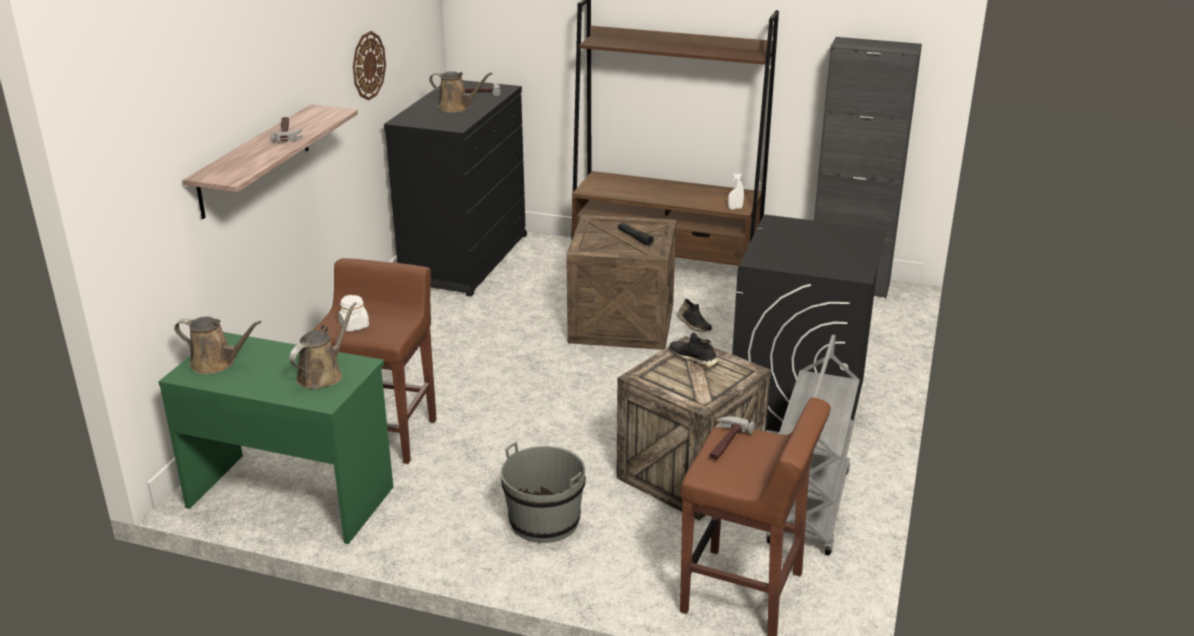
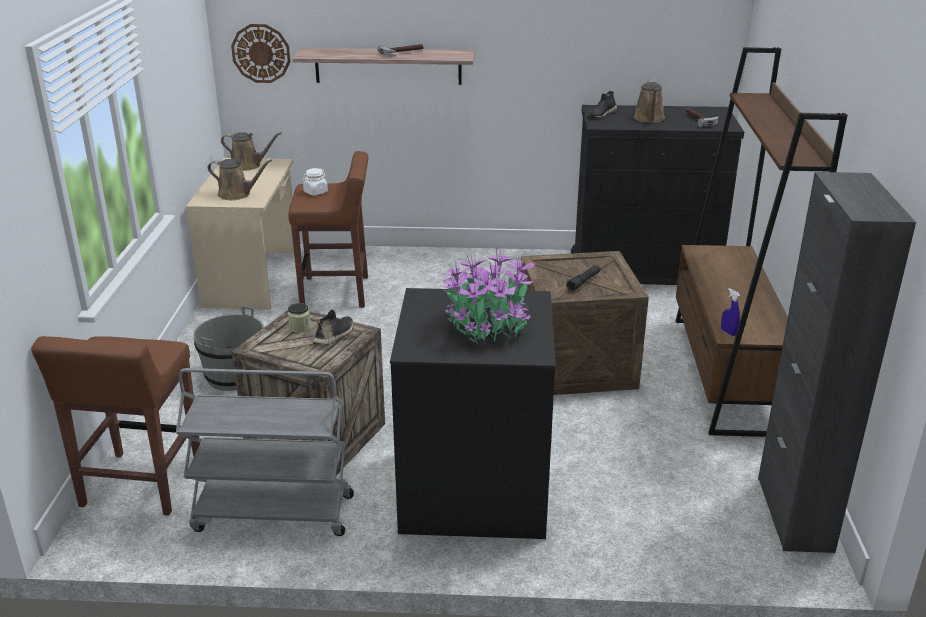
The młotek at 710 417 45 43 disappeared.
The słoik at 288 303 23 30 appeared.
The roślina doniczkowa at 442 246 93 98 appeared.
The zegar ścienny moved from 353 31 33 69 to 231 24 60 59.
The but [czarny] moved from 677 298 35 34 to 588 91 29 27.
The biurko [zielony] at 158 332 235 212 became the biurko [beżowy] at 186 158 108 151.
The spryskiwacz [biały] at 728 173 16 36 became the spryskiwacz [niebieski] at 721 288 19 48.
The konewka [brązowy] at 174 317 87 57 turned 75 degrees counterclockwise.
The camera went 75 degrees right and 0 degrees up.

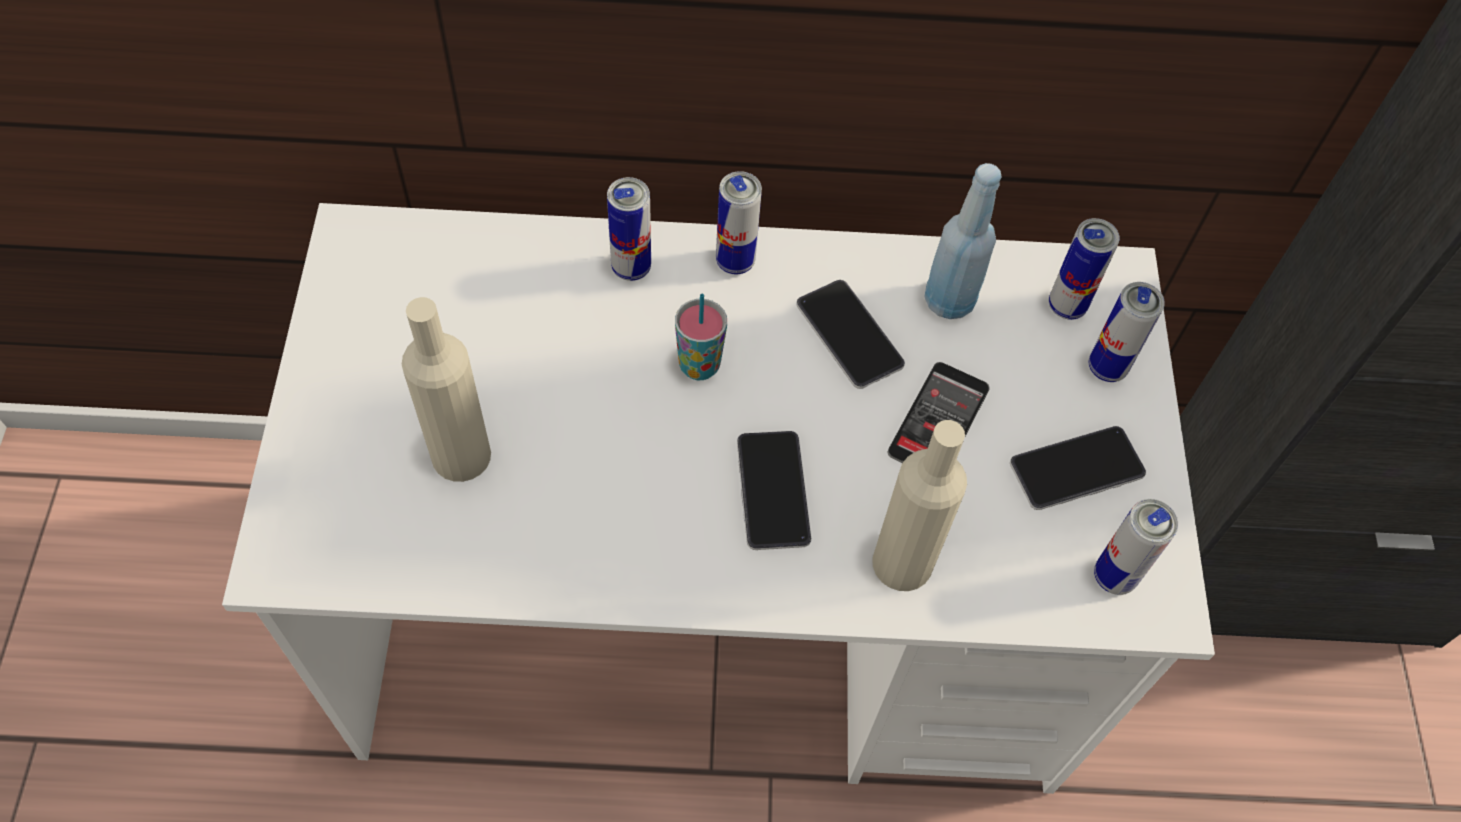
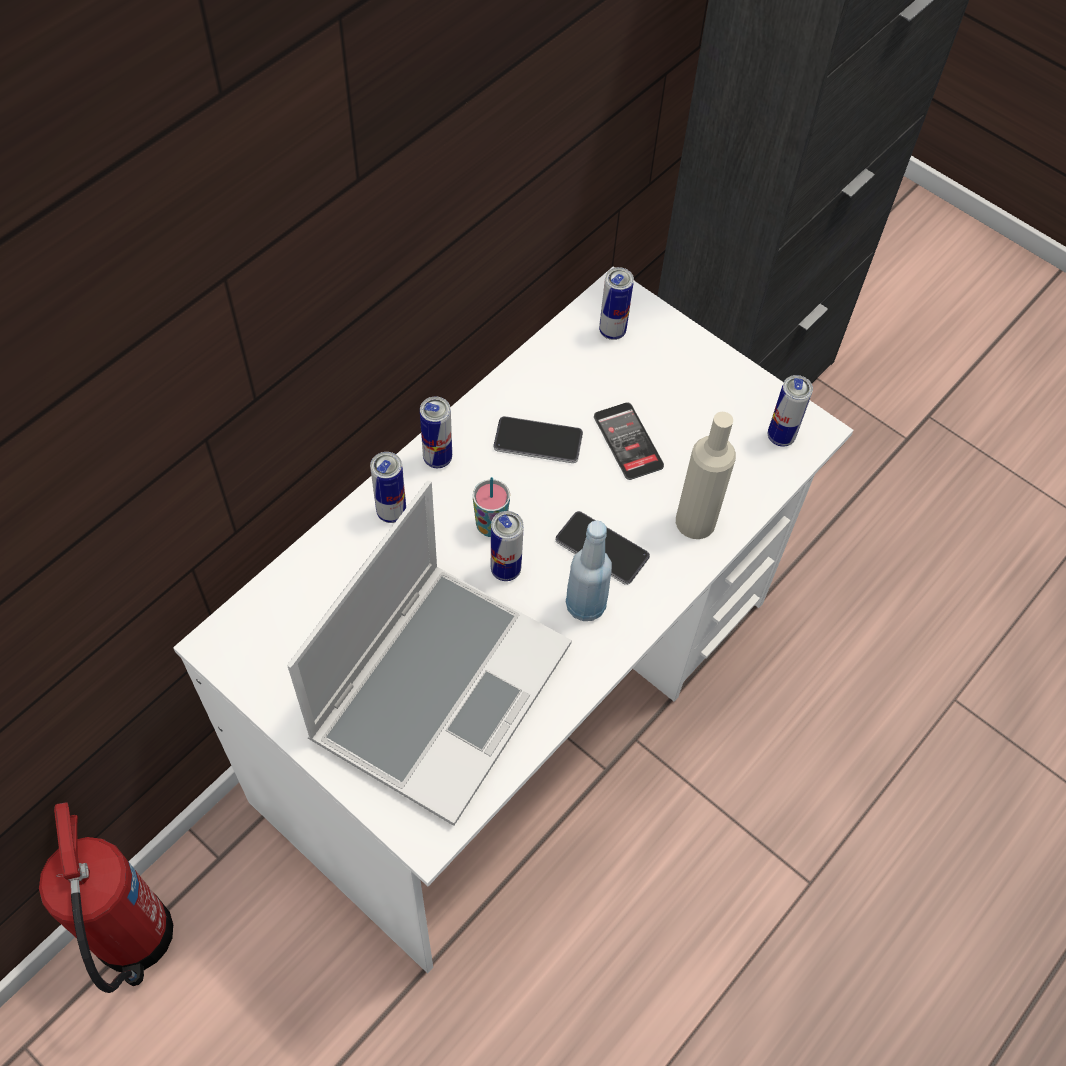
The telefon at 1010 426 136 84 disappeared.
The gaśnica at 39 802 134 191 appeared.
The butelka [niebieski] moved from 924 163 77 156 to 566 520 46 101.
The puszka moved from 1089 282 76 100 to 491 511 33 70.
The butelka [beżowy] at 402 297 89 185 was replaced by the laptop at 287 481 285 345.
The camera went 50 degrees left and 0 degrees up.

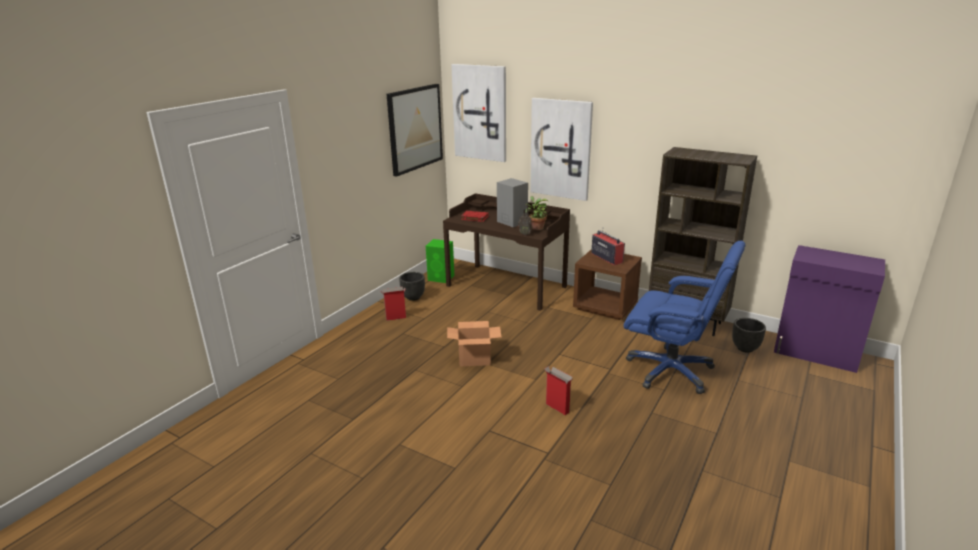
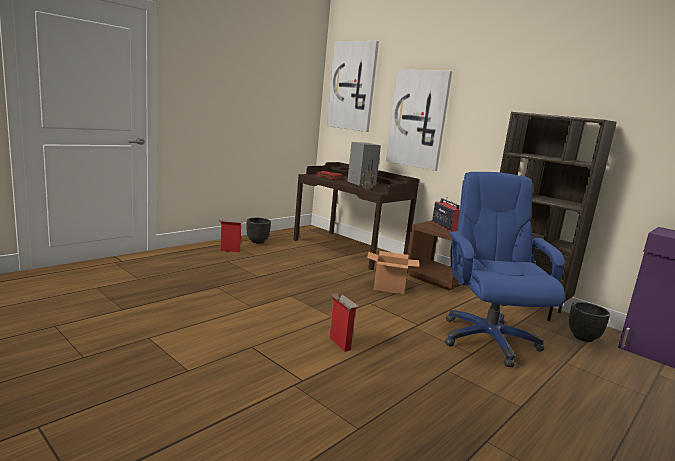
The obraz at 387 84 56 93 disappeared.
The głośnik [zielony] at 426 239 28 44 disappeared.
The roślina doniczkowa at 526 196 22 34 disappeared.
The karton moved from 447 321 54 46 to 367 251 52 43.
The krzesło biurowe [niebieski] at 624 241 121 153 turned 135 degrees counterclockwise.
The camera went 10 degrees right and 10 degrees down.

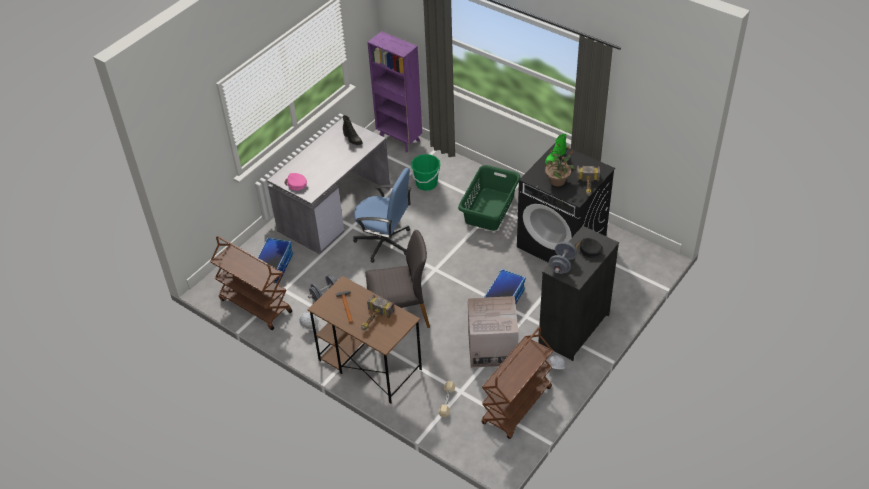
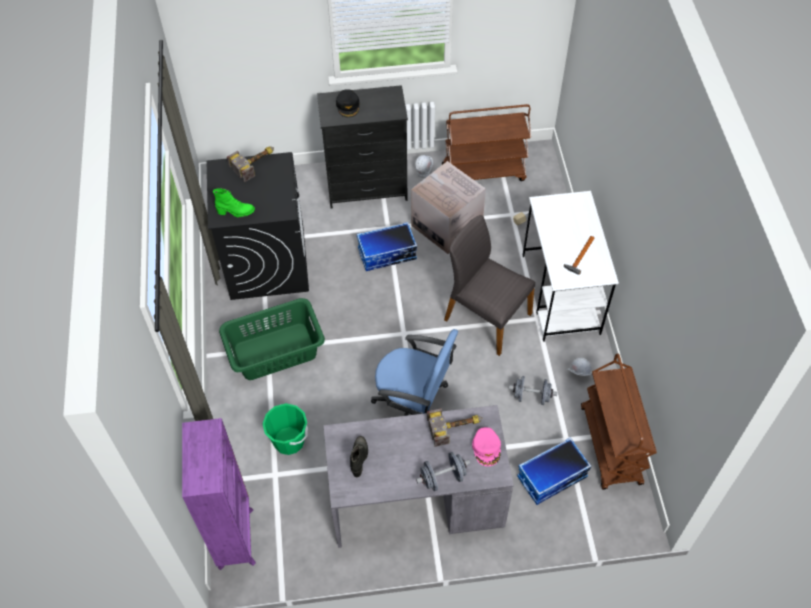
The roślina doniczkowa at 545 143 30 43 disappeared.
The młotek moved from 361 294 34 36 to 427 408 55 39.
The hantel [szary] moved from 549 241 28 33 to 416 452 55 39.
The biurko [brązowy] at 307 276 115 127 became the biurko [biały] at 523 191 96 151.
The krzesło biurowe [niebieski] at 353 168 58 95 turned 135 degrees clockwise.
The camera went 135 degrees left and 10 degrees up.

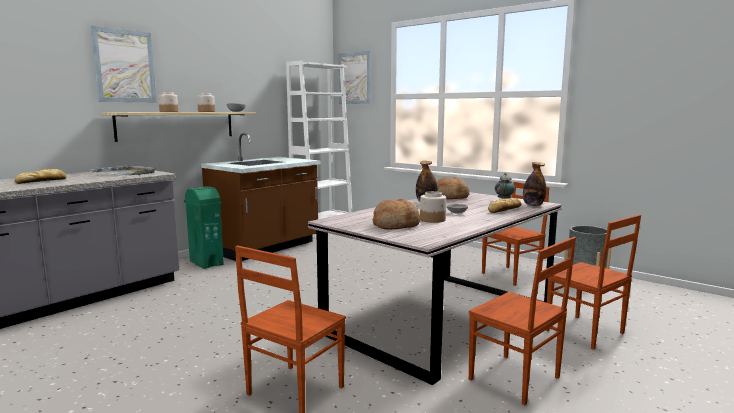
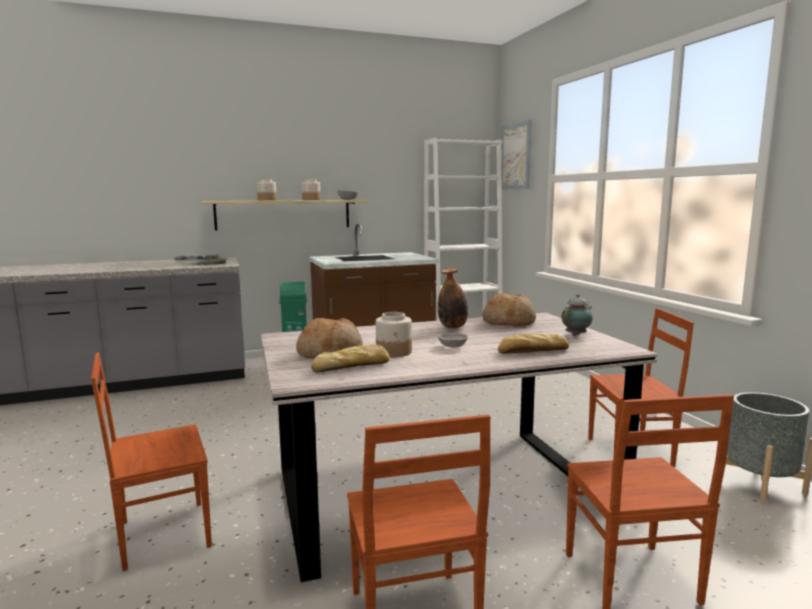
The obraz at 90 26 67 76 disappeared.
The butelka at 523 162 23 44 disappeared.
The chleb moved from 15 169 52 15 to 311 344 79 29.
The camera went 30 degrees right and 0 degrees up.

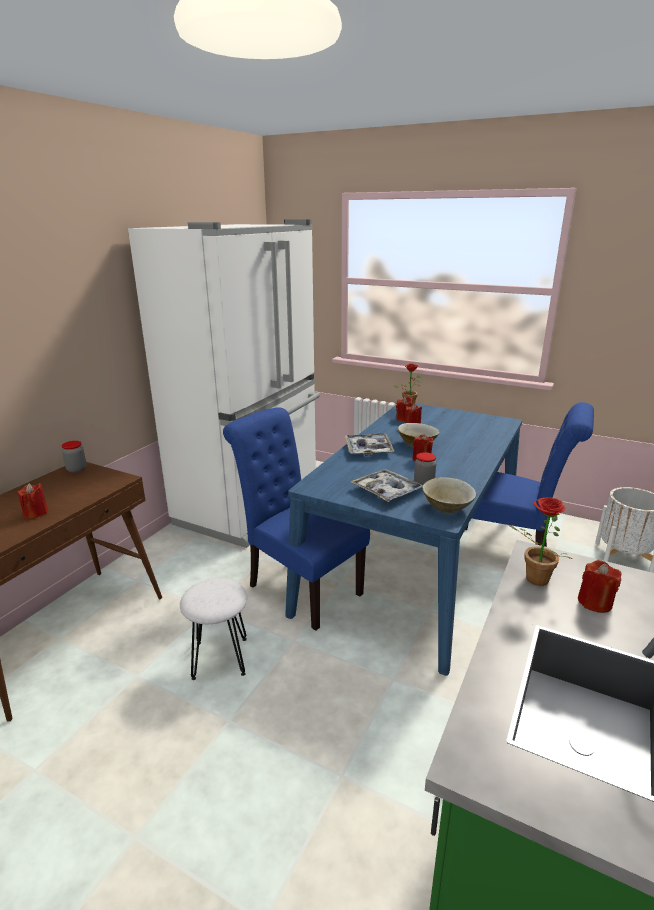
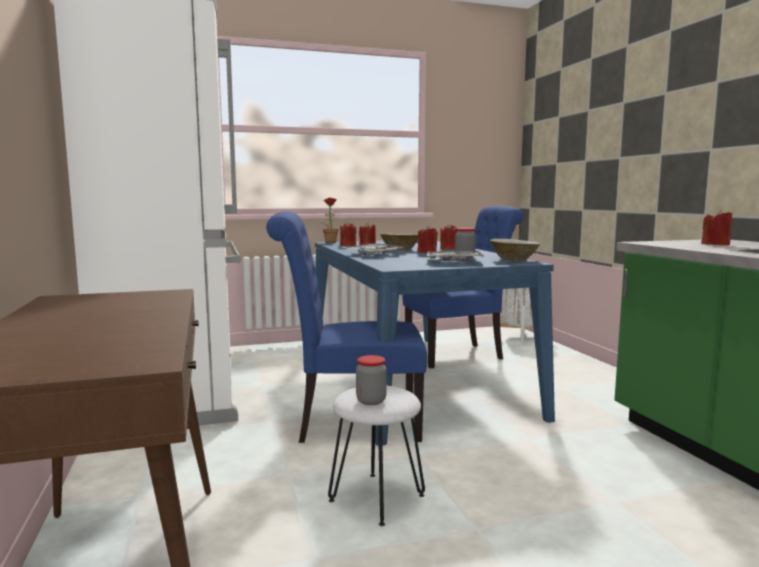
The roślina doniczkowa at 508 498 64 88 disappeared.
The świeca [czerwony] moved from 18 483 30 36 to 440 224 18 25.
The słoik moved from 62 441 25 32 to 356 355 31 50.
The camera went 45 degrees left and 15 degrees down.

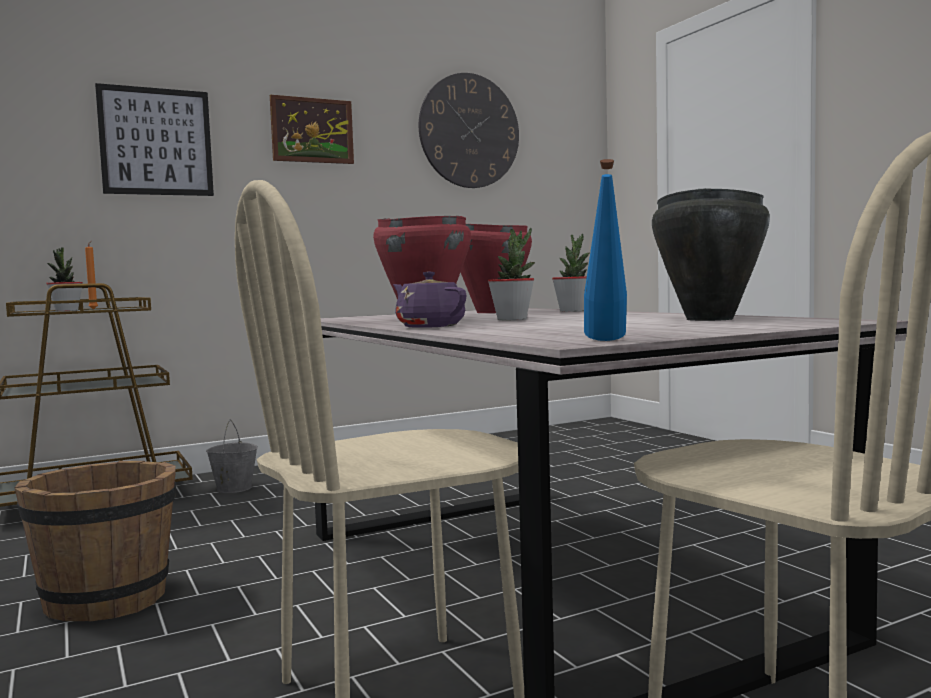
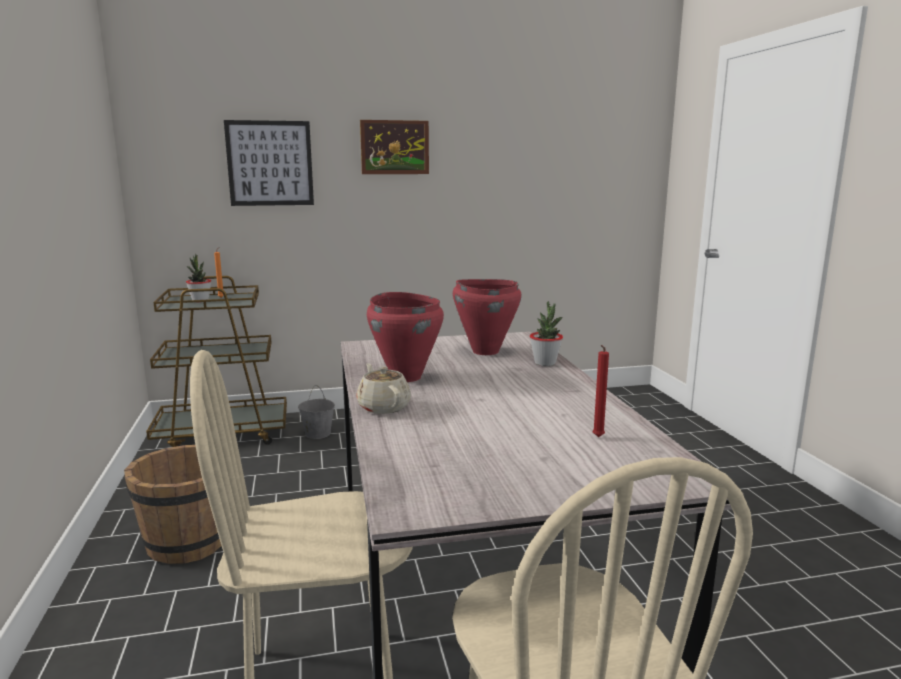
The zegar ścienny at 418 73 101 115 disappeared.
The roślina doniczkowa at 488 228 47 92 disappeared.
The butelka [niebieski] at 584 159 43 182 disappeared.
The garnek [czarny] at 652 188 118 133 was replaced by the świeca [czerwony] at 593 345 16 92.
The imbryk [fioletowy] at 393 271 73 57 became the imbryk [beżowy] at 356 363 55 51.
The camera went 15 degrees right and 10 degrees up.

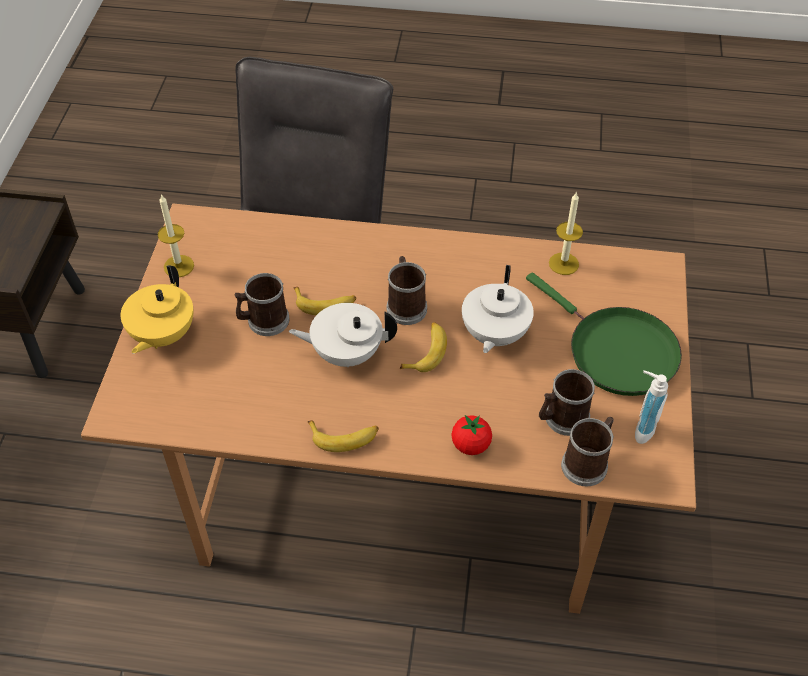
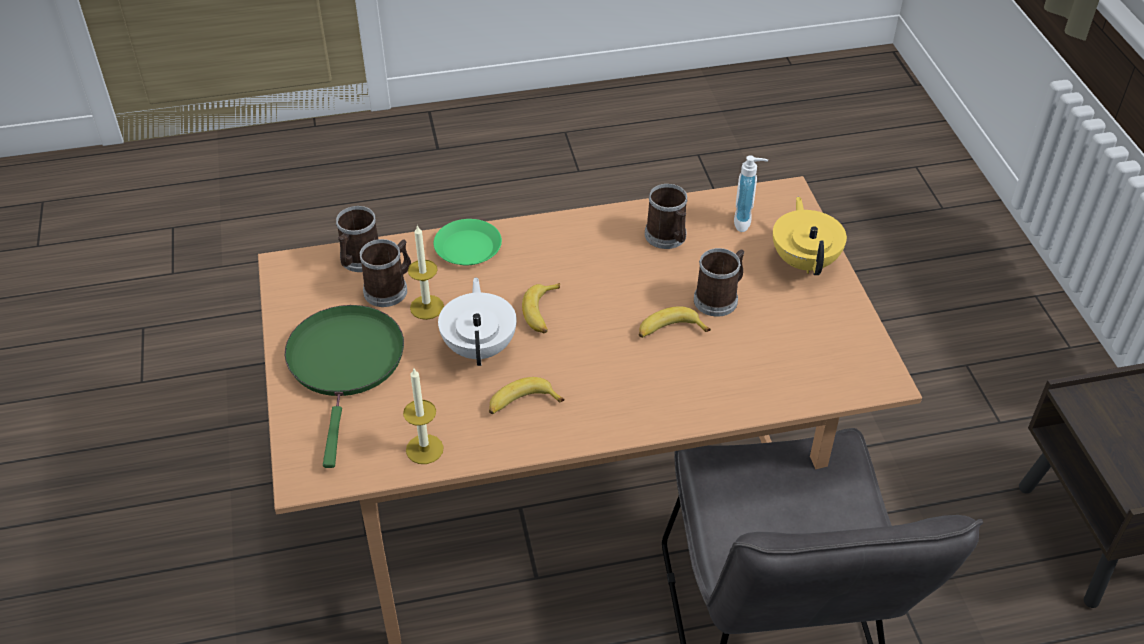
The imbryk [biały] at 289 303 108 64 disappeared.
The świeca moved from 158 194 36 83 to 408 224 36 96.
The banan moved from 308 420 71 32 to 489 377 76 37.
The kubek moved from 386 256 41 69 to 645 184 43 65.
The dozownik mydła moved from 635 371 33 73 to 734 155 34 77.
The pomidor at 451 415 41 40 was replaced by the talerz [zielony] at 434 219 68 46.
The patelnia [zielony] at 526 273 156 123 turned 60 degrees clockwise.
The camera went 160 degrees right and 5 degrees down.

